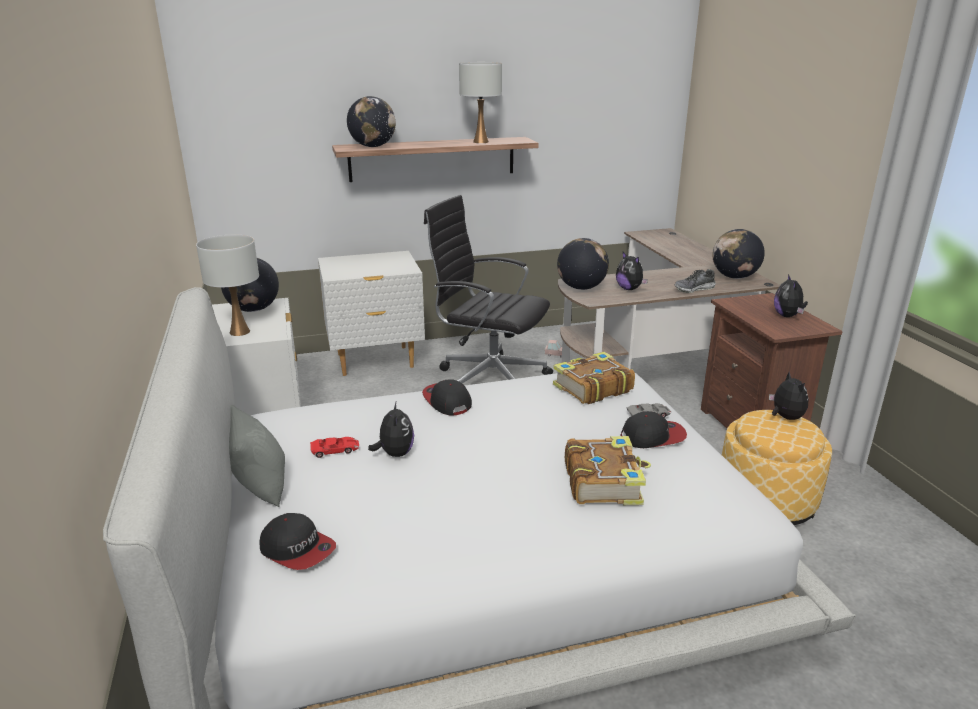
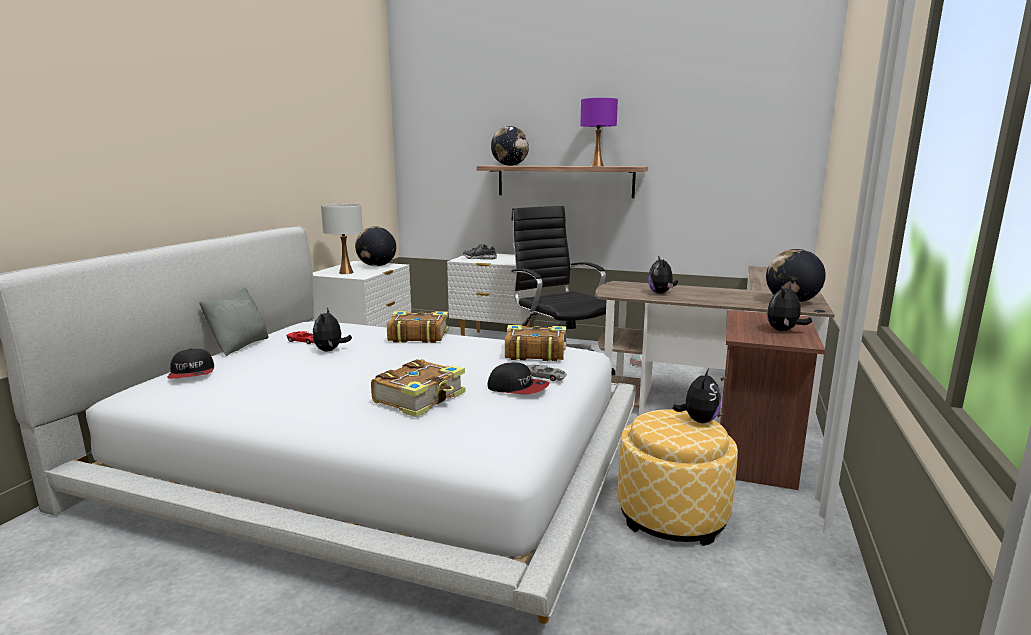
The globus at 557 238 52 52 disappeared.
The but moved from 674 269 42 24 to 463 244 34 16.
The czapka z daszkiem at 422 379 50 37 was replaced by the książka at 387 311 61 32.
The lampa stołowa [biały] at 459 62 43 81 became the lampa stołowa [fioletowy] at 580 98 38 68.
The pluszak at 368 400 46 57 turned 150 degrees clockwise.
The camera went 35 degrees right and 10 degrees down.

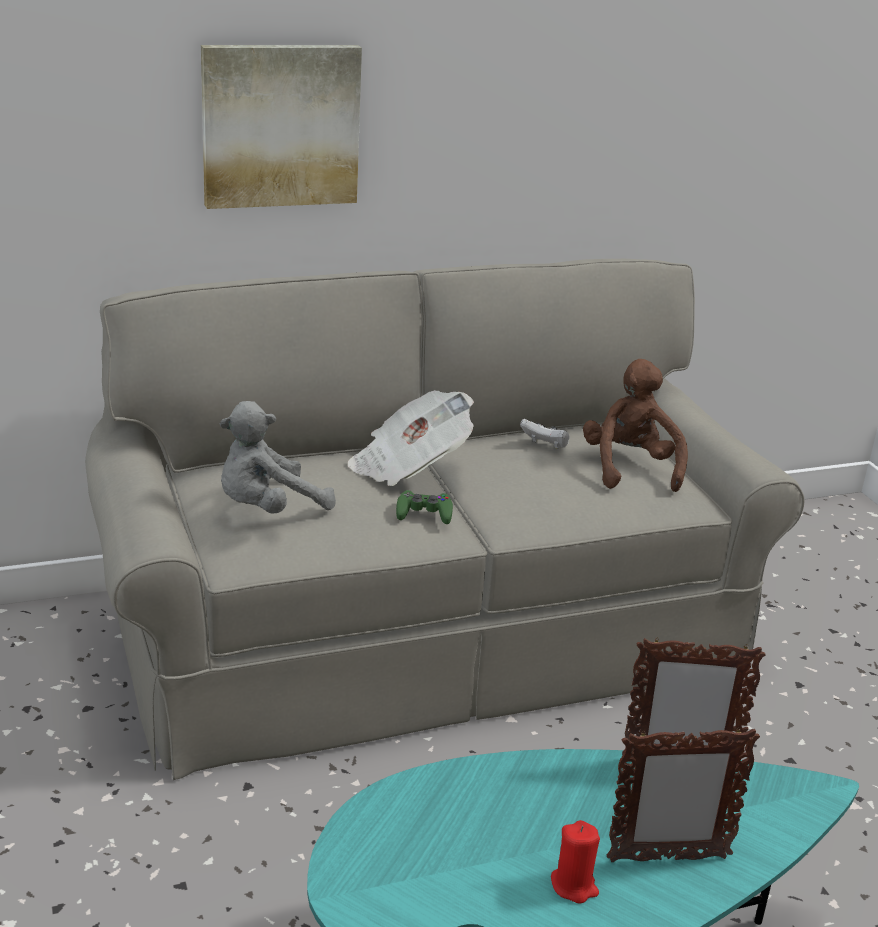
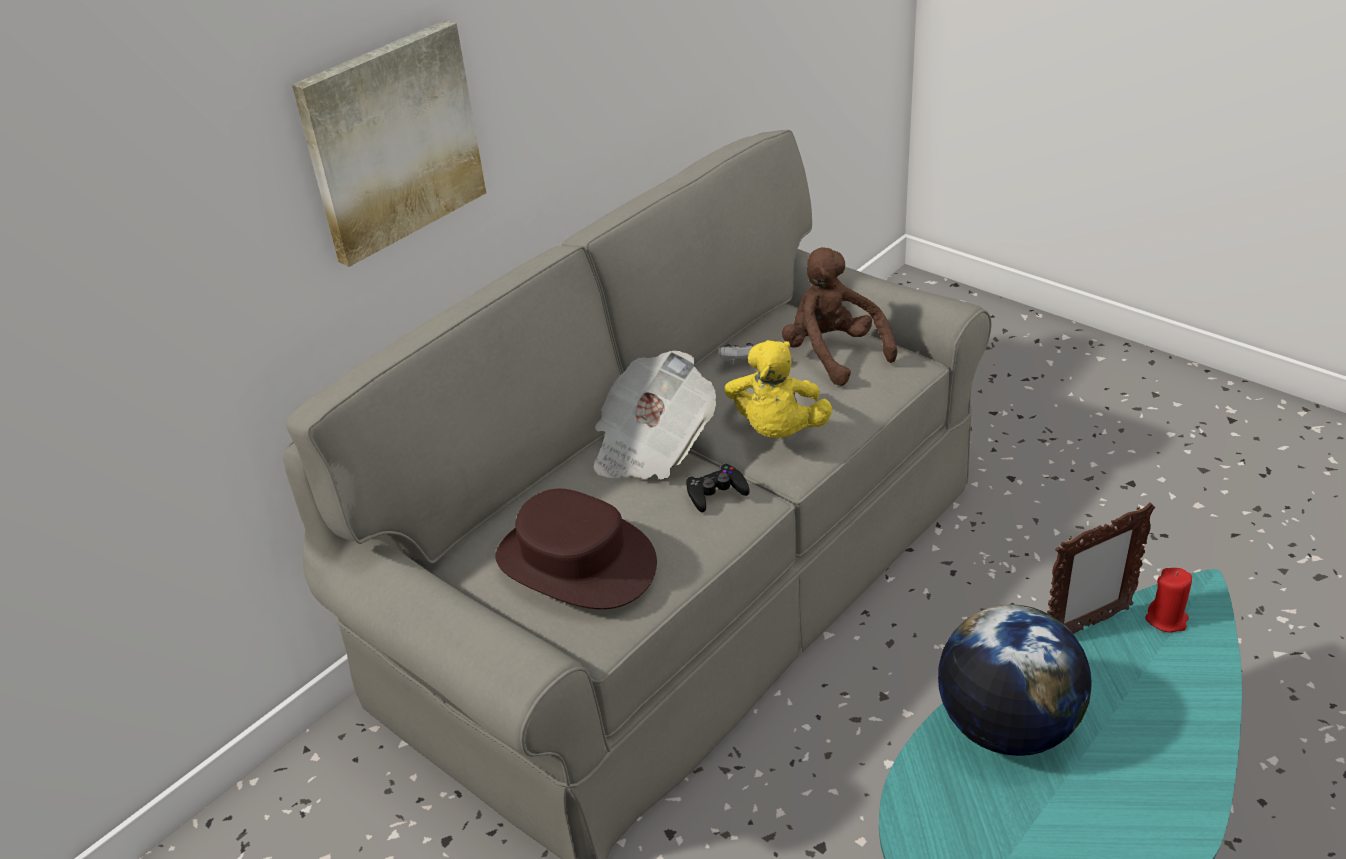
The ramka na zdjęcie at 607 727 153 135 disappeared.
The pluszak [żółty] at 724 340 108 98 appeared.
The globus at 938 604 154 152 appeared.
The świeca [czerwony] moved from 551 820 49 84 to 1145 568 47 65.
The pluszak [szary] at 220 401 116 113 was replaced by the kapelusz [brązowy] at 495 489 162 120.
The pad do gier [zielony] at 396 490 57 34 became the pad do gier [czarny] at 686 463 63 49.
The camera went 25 degrees left and 10 degrees up.

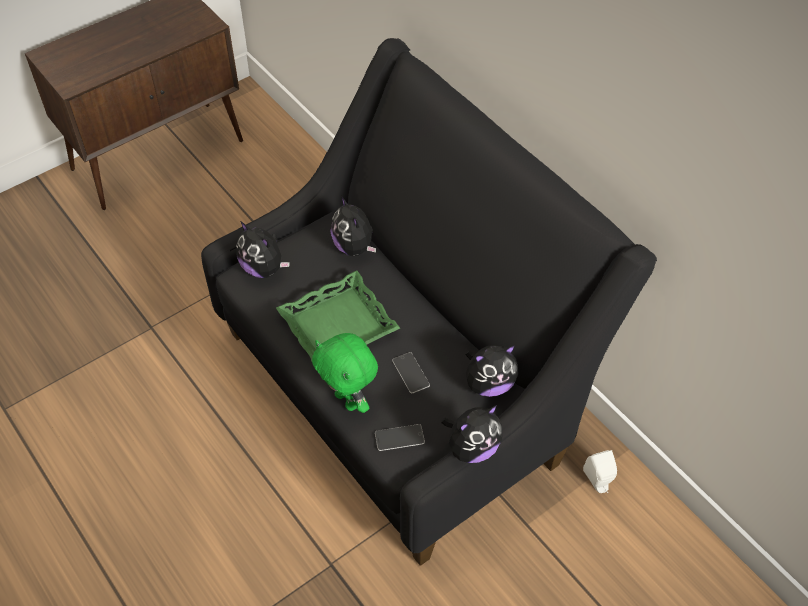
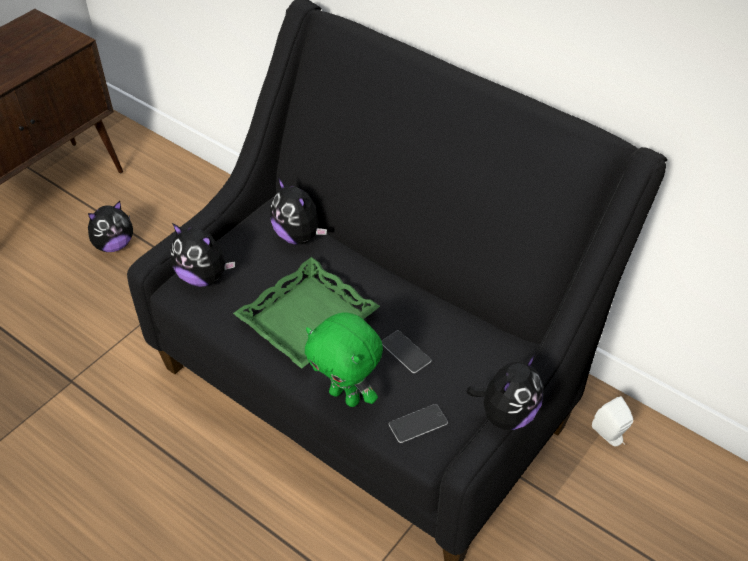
The pluszak moved from 466 345 53 52 to 88 201 45 51.
The camera went 15 degrees left and 5 degrees down.

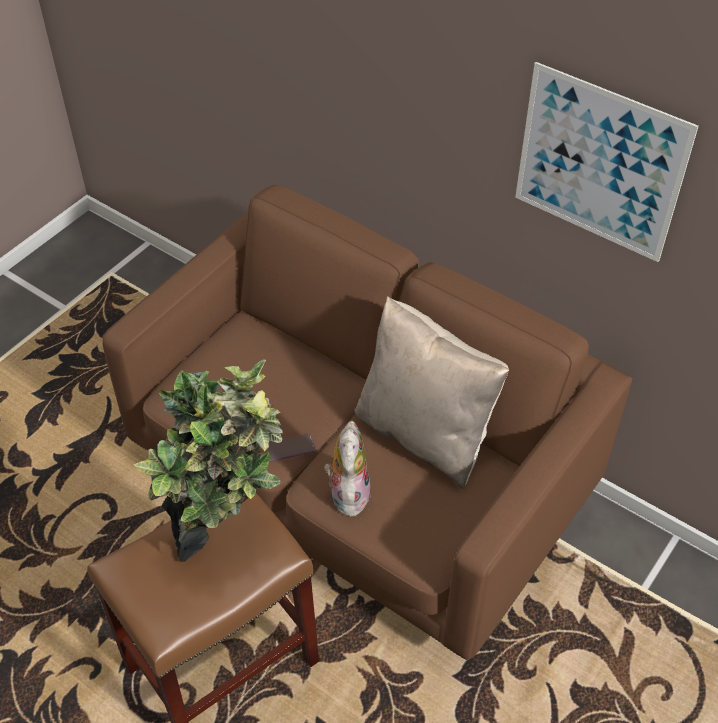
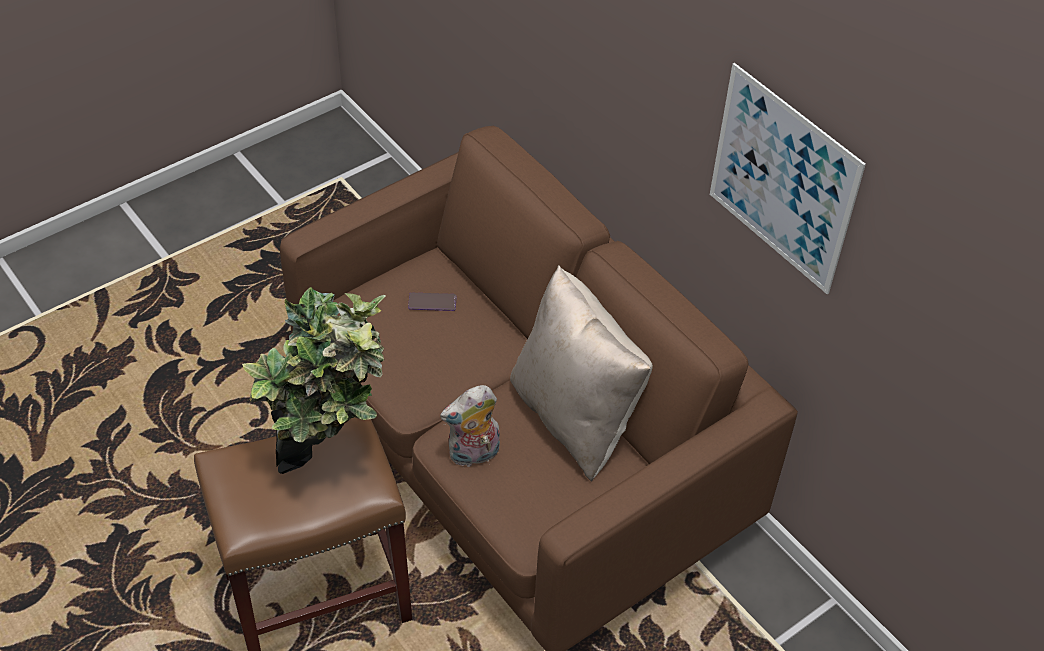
The telefon moved from 266 434 50 28 to 408 293 49 18.
The pluszak at 324 421 47 98 turned 135 degrees counterclockwise.
The camera went 15 degrees right and 0 degrees up.

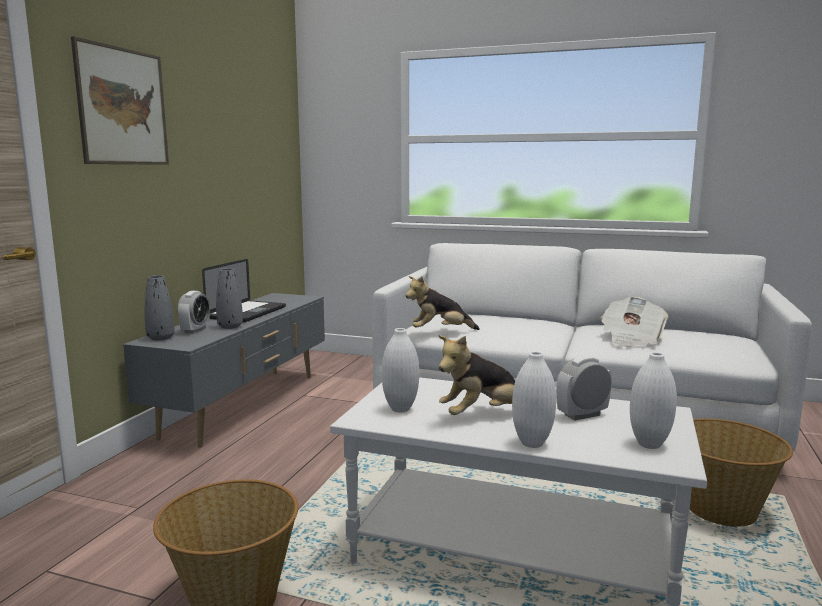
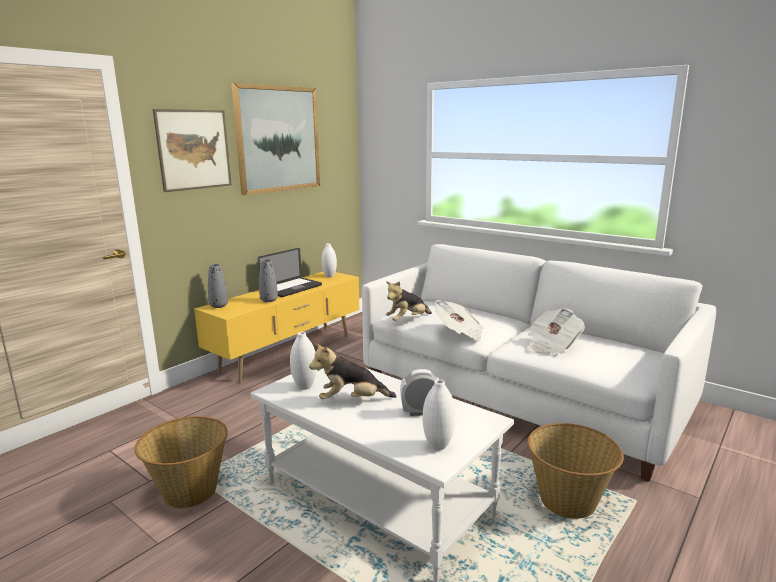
The budzik at 177 291 33 43 disappeared.
The obraz at 231 83 89 112 appeared.
The gazeta at 435 300 48 40 appeared.
The wazon [biały] moved from 512 351 44 97 to 321 243 16 34.
The szafka pod telewizor [szary] at 123 293 202 155 became the szafka pod telewizor [żółty] at 194 272 165 110.
The pluszak at 406 276 74 54 turned 45 degrees counterclockwise.
The camera went 20 degrees right and 5 degrees up.

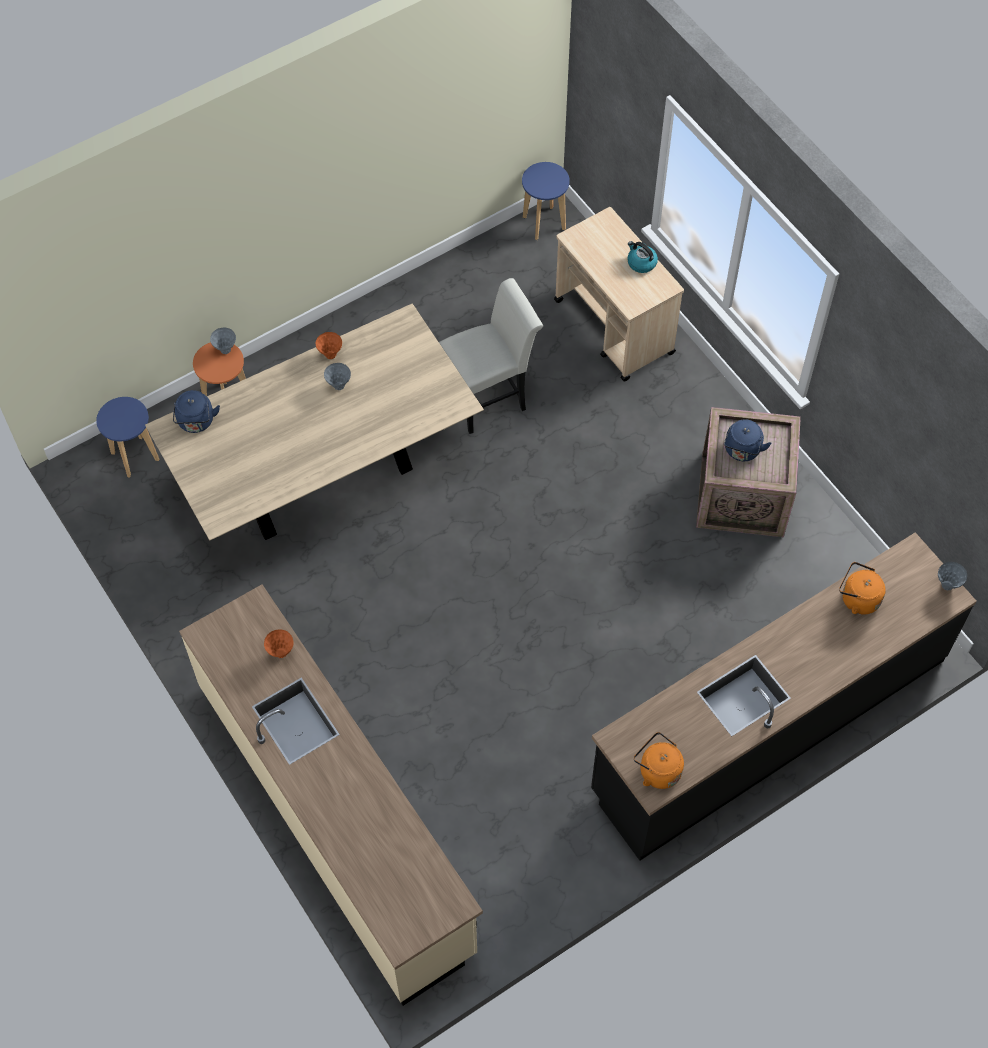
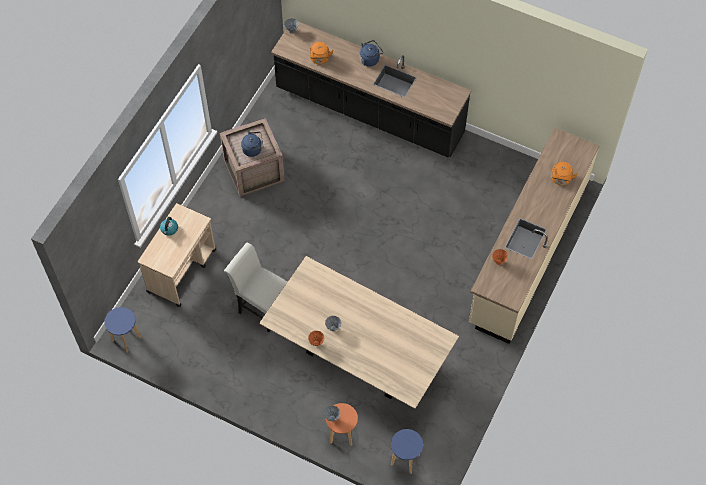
The czajnik [niebieski] moved from 173 390 47 43 to 360 40 23 27.
The czajnik [pomarańczowy] moved from 634 732 50 57 to 551 162 27 23.
The camera went 120 degrees left and 0 degrees up.

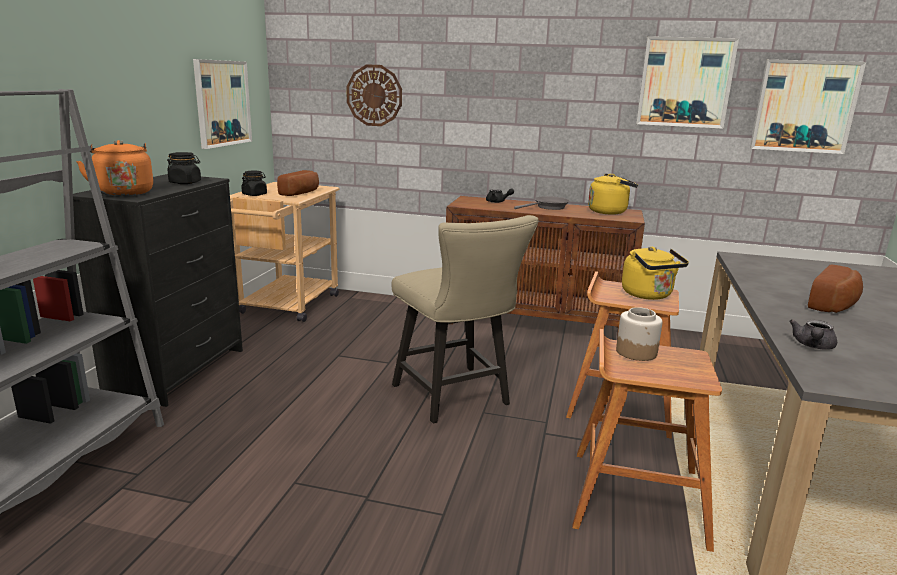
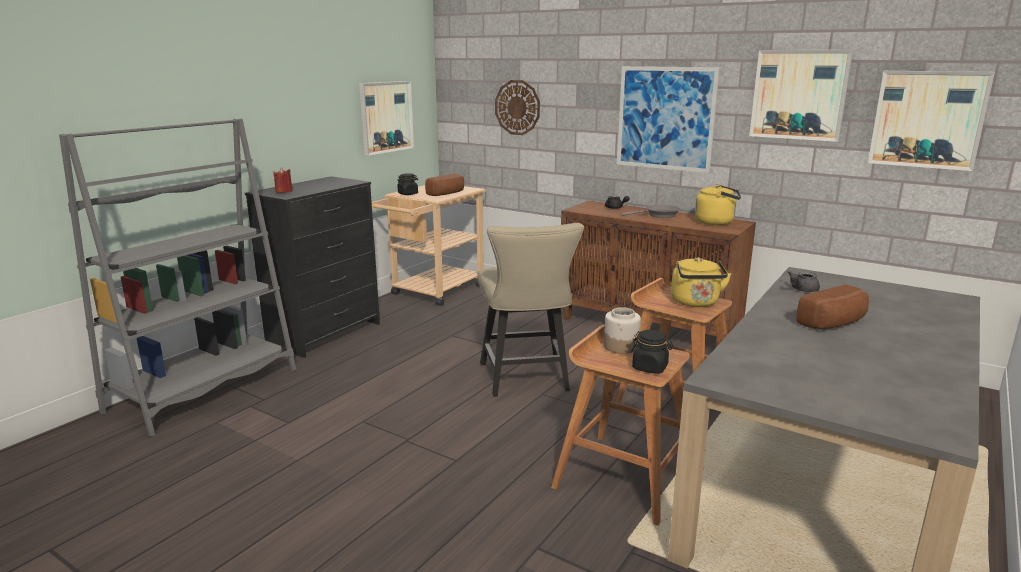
The obraz at 617 66 103 107 appeared.
The słoik [czarny] moved from 167 152 34 32 to 631 330 42 44.
The imbryk [szary] moved from 789 319 48 30 to 788 271 32 21.
The czajnik [pomarańczowy] at 76 140 77 56 was replaced by the świeca [czerwony] at 273 168 20 25.
The camera went 20 degrees right and 0 degrees up.

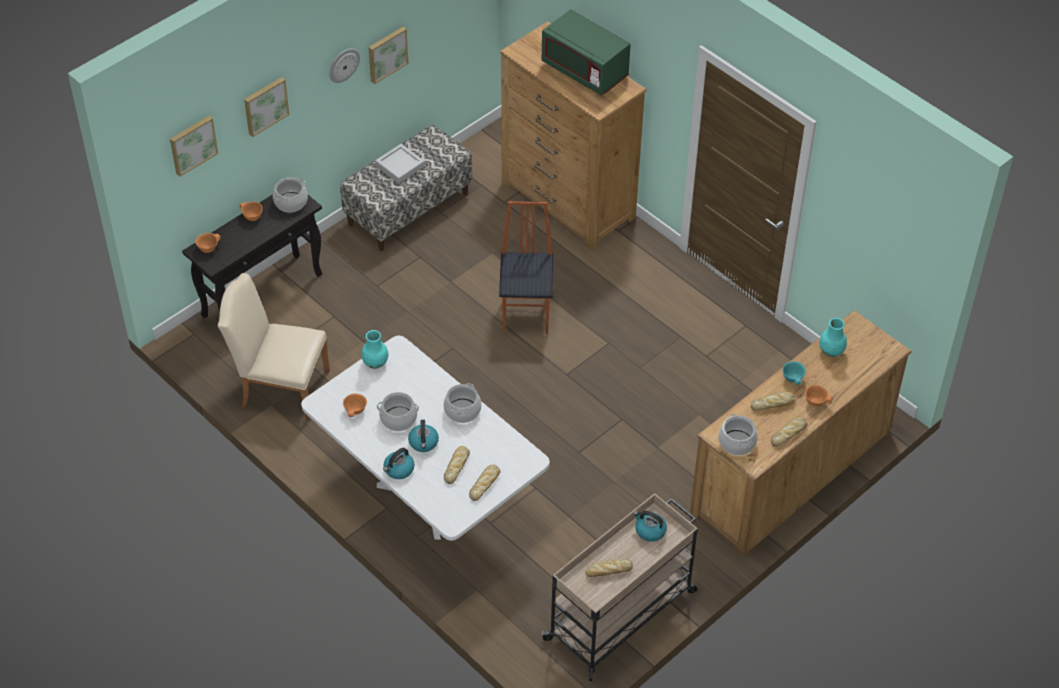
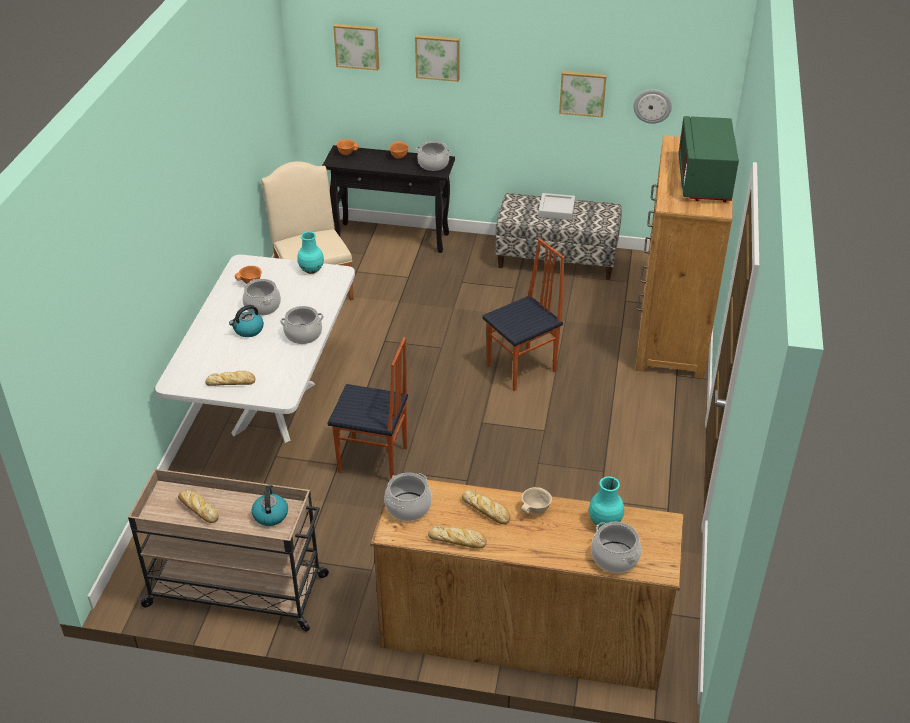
The czajnik at 383 448 31 31 disappeared.
The chleb at 444 446 26 38 disappeared.
The miska [pomarańczowy] at 805 385 28 22 disappeared.
The krzesło at 327 337 81 143 appeared.
The garnek at 591 522 50 51 appeared.
The zegar ścienny moved from 329 48 31 35 to 633 89 39 35.
The miska [turkusowy] at 782 361 24 24 became the miska [beżowy] at 521 487 31 27.
The camera went 55 degrees right and 10 degrees down.

